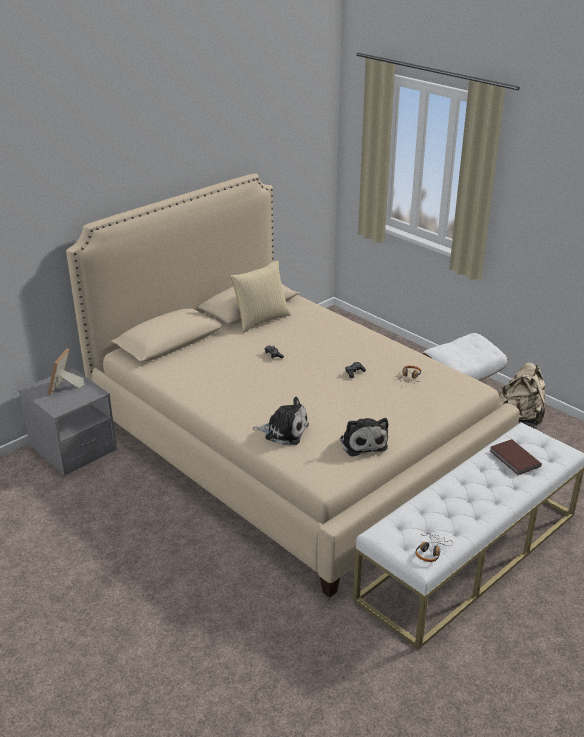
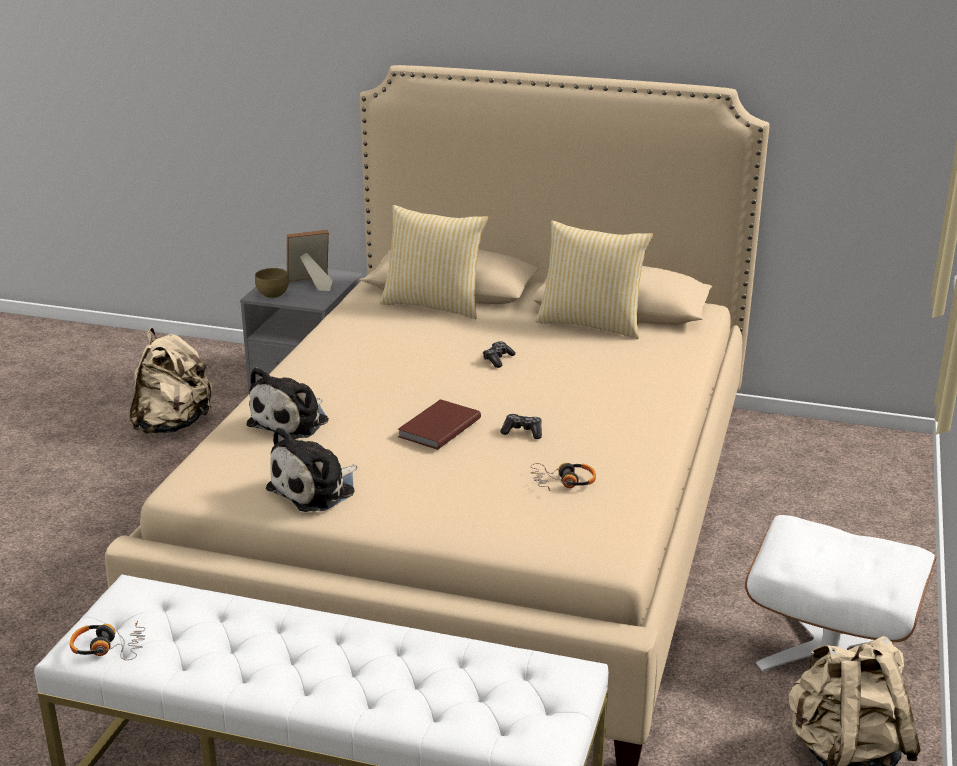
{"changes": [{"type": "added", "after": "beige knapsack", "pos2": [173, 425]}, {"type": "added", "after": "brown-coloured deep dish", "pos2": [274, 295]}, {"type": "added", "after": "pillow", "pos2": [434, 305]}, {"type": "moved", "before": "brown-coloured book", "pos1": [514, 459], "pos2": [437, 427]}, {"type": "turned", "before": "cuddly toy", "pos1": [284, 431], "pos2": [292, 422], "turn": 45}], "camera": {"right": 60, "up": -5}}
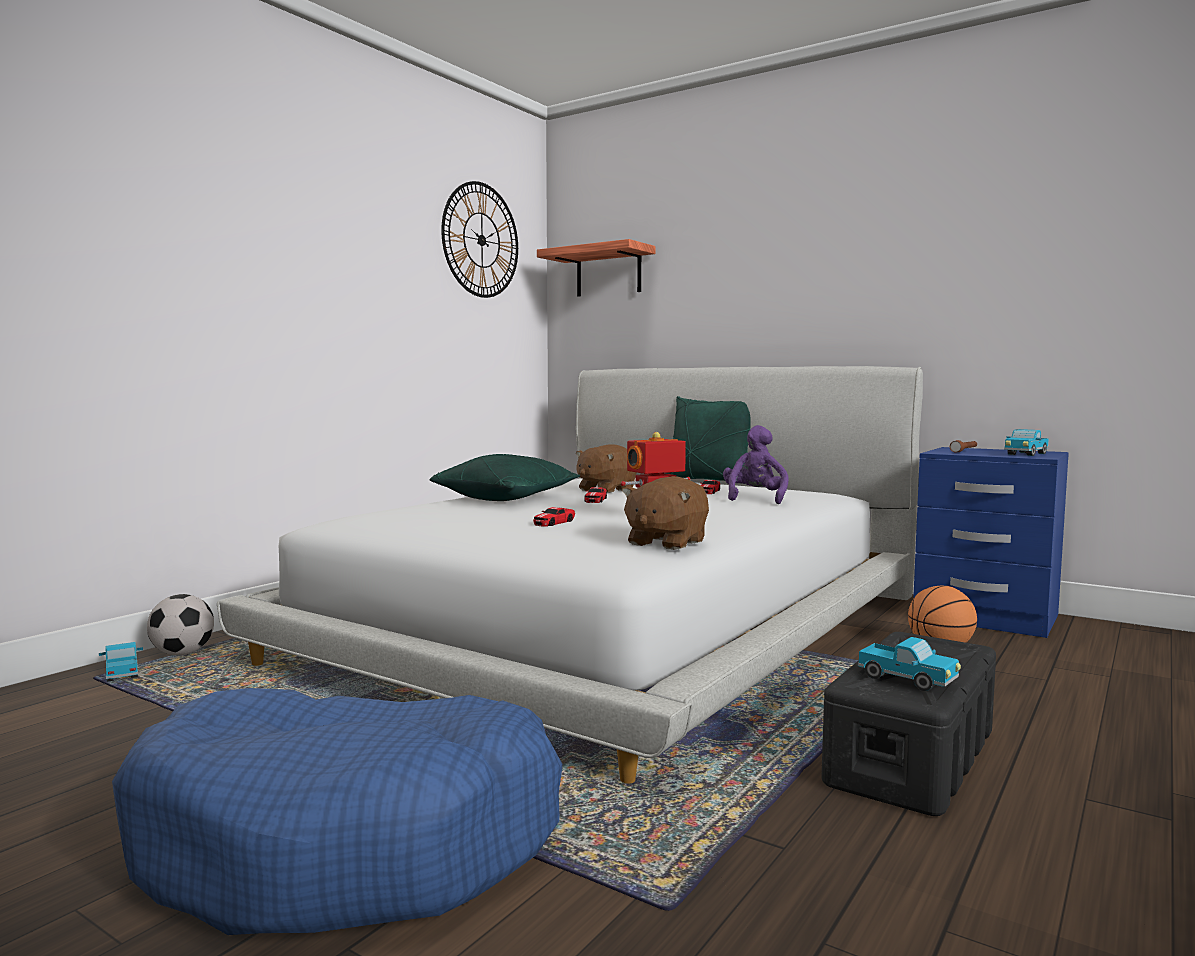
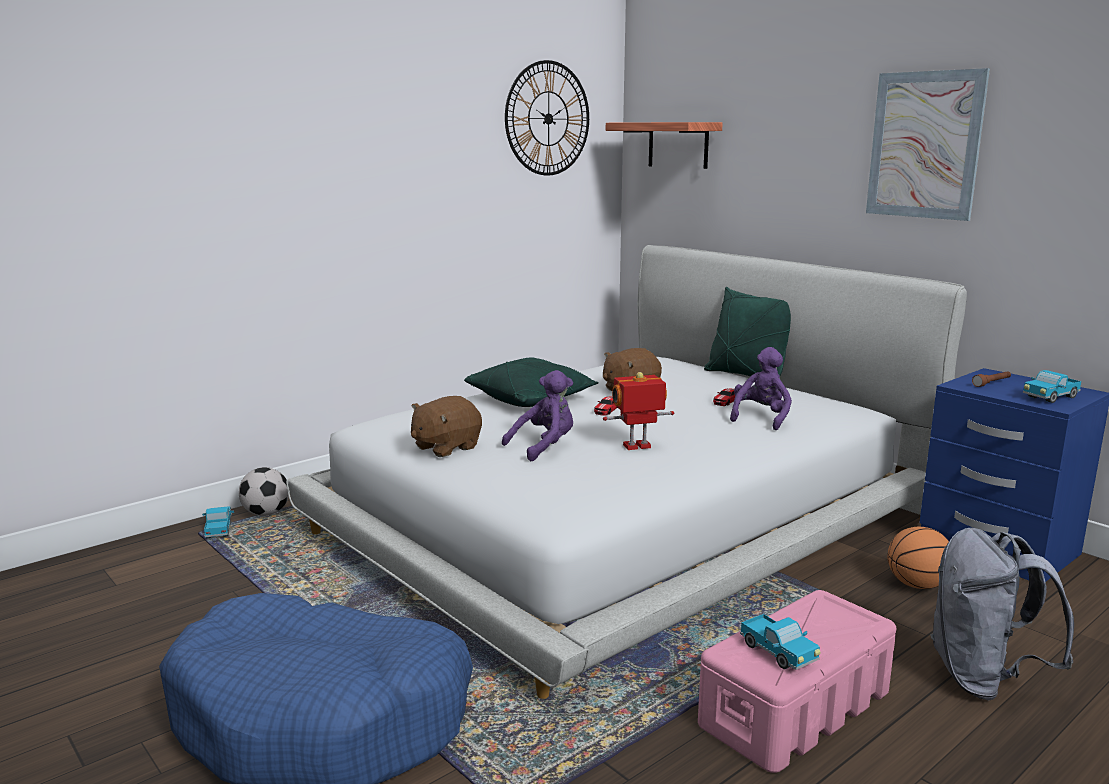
{"changes": [{"type": "added", "after": "wall art", "pos2": [924, 145]}, {"type": "added", "after": "gray knapsack", "pos2": [983, 679]}, {"type": "moved", "before": "brown-coloured cuddly toy", "pos1": [665, 543], "pos2": [445, 447]}, {"type": "replaced", "before": "model car", "after": "purplish cuddly toy", "pos1": [554, 522], "pos2": [544, 447]}, {"type": "recoloured", "before": "black storage container", "after": "pinkish storage container", "pos1": [912, 756], "pos2": [796, 708]}], "camera": {"right": 15, "up": 10}}
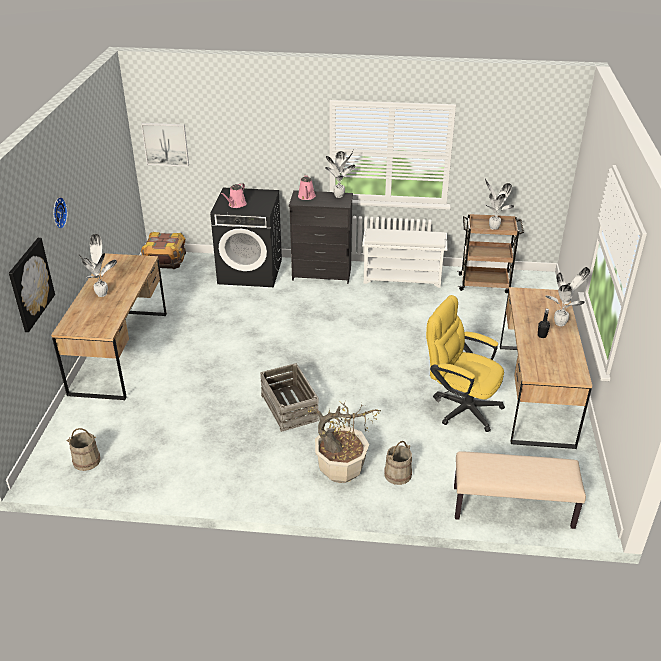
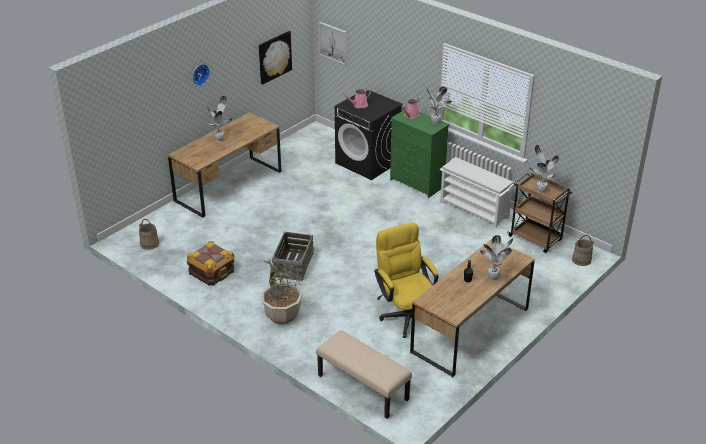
{"changes": [{"type": "moved", "before": "wall art", "pos1": [30, 284], "pos2": [274, 57]}, {"type": "moved", "before": "shipping crate", "pos1": [165, 260], "pos2": [211, 272]}, {"type": "moved", "before": "beige bucket", "pos1": [398, 474], "pos2": [581, 260]}, {"type": "recoloured", "before": "black chest of drawers", "after": "green-coloured chest of drawers", "pos1": [322, 274], "pos2": [417, 183]}], "camera": {"right": 35, "up": 0}}
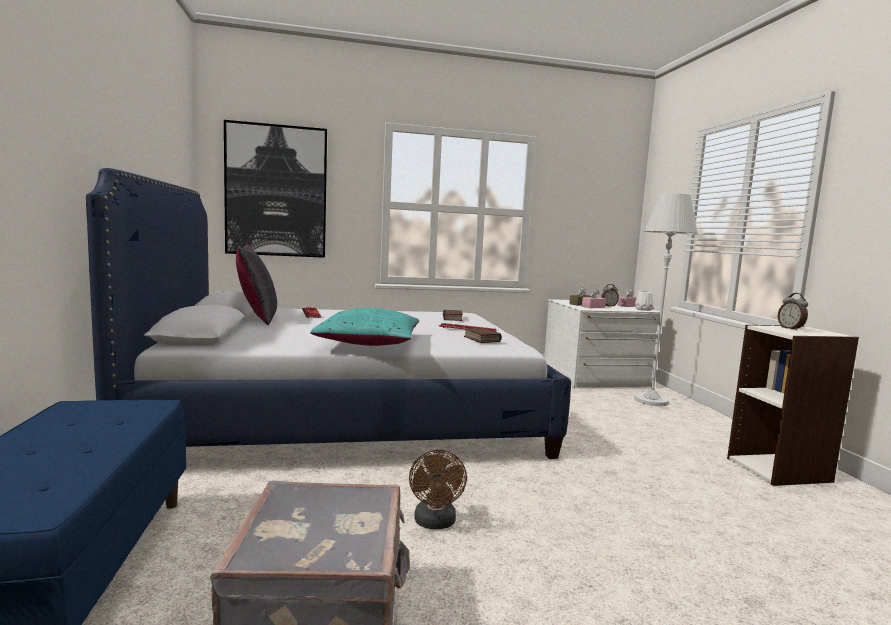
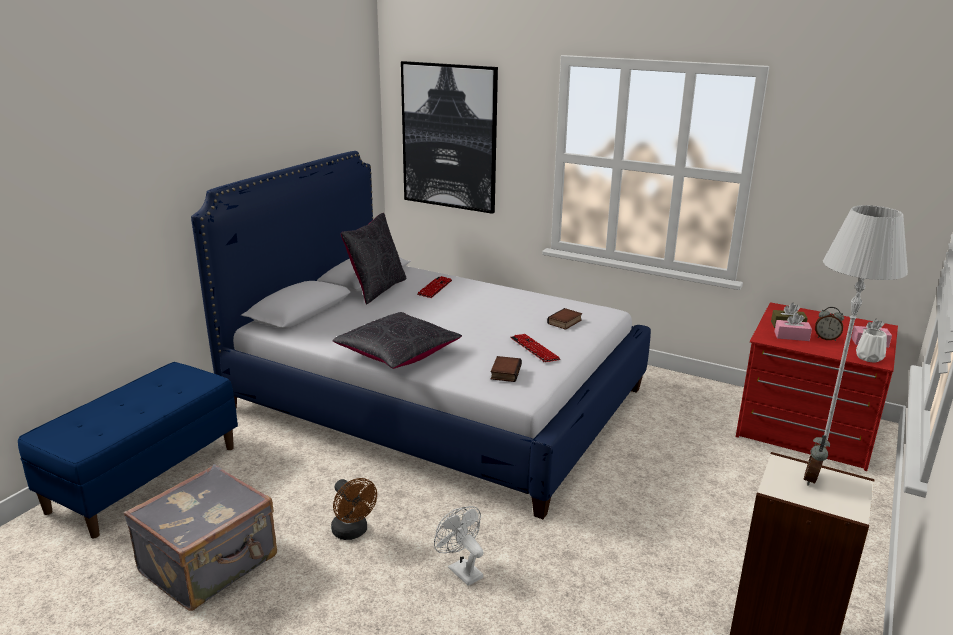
{"changes": [{"type": "added", "after": "white-coloured fan", "pos2": [461, 570]}, {"type": "recoloured", "before": "turquoise pillow", "after": "black pillow", "pos1": [369, 343], "pos2": [398, 353]}, {"type": "recoloured", "before": "white-coloured chest of drawers", "after": "red chest of drawers", "pos1": [596, 377], "pos2": [805, 429]}, {"type": "turned", "before": "brown-coloured fan", "pos1": [435, 523], "pos2": [352, 532], "turn": -75}], "camera": {"right": 40, "up": 15}}
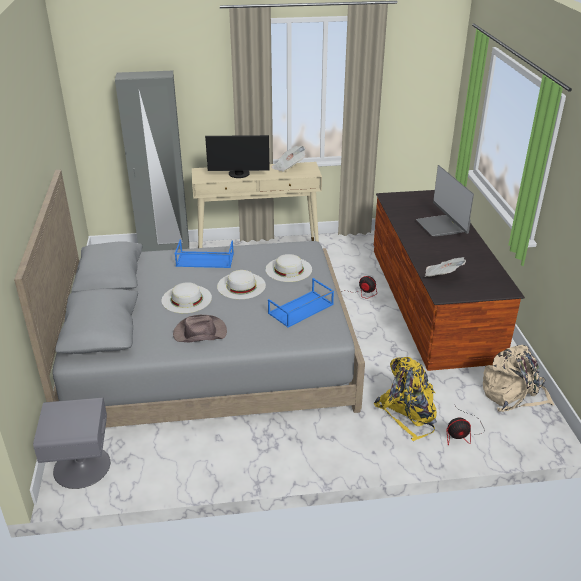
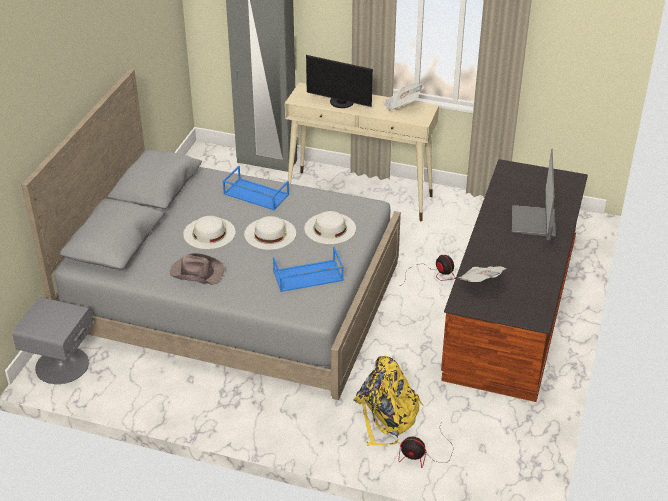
{"changes": [{"type": "removed", "before": "beige knapsack", "pos1": [513, 394]}], "camera": {"right": 25, "up": 5}}
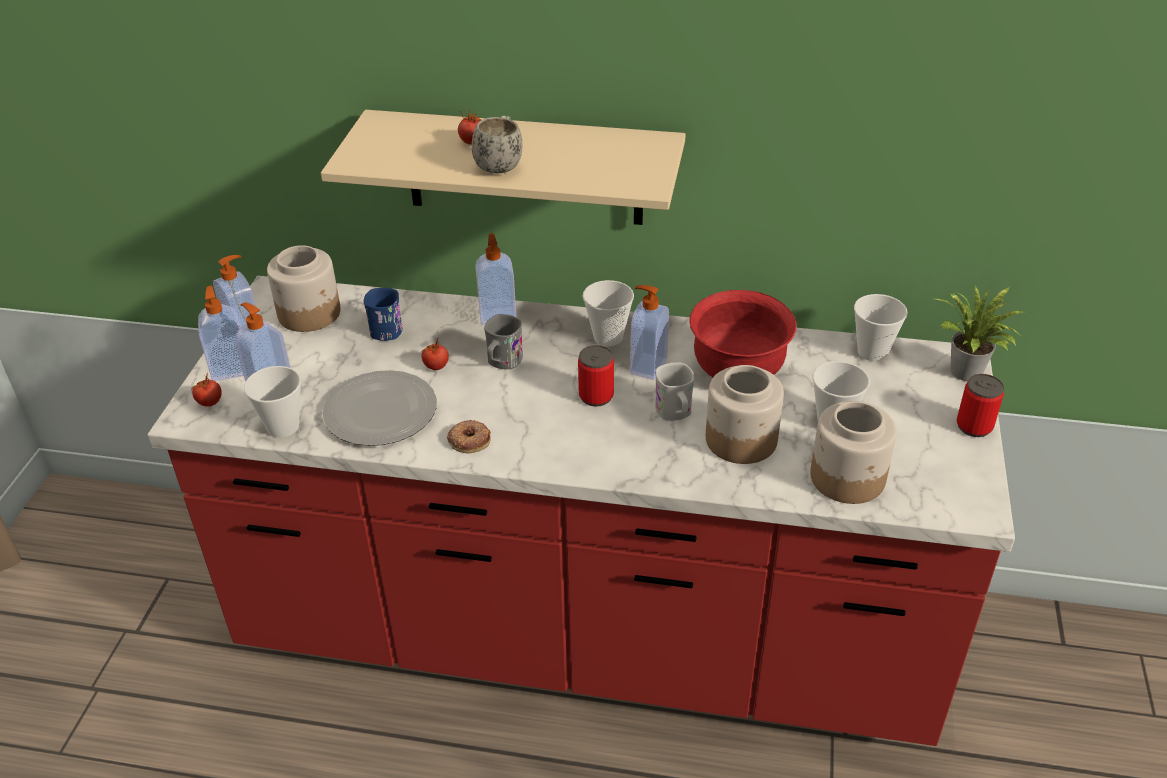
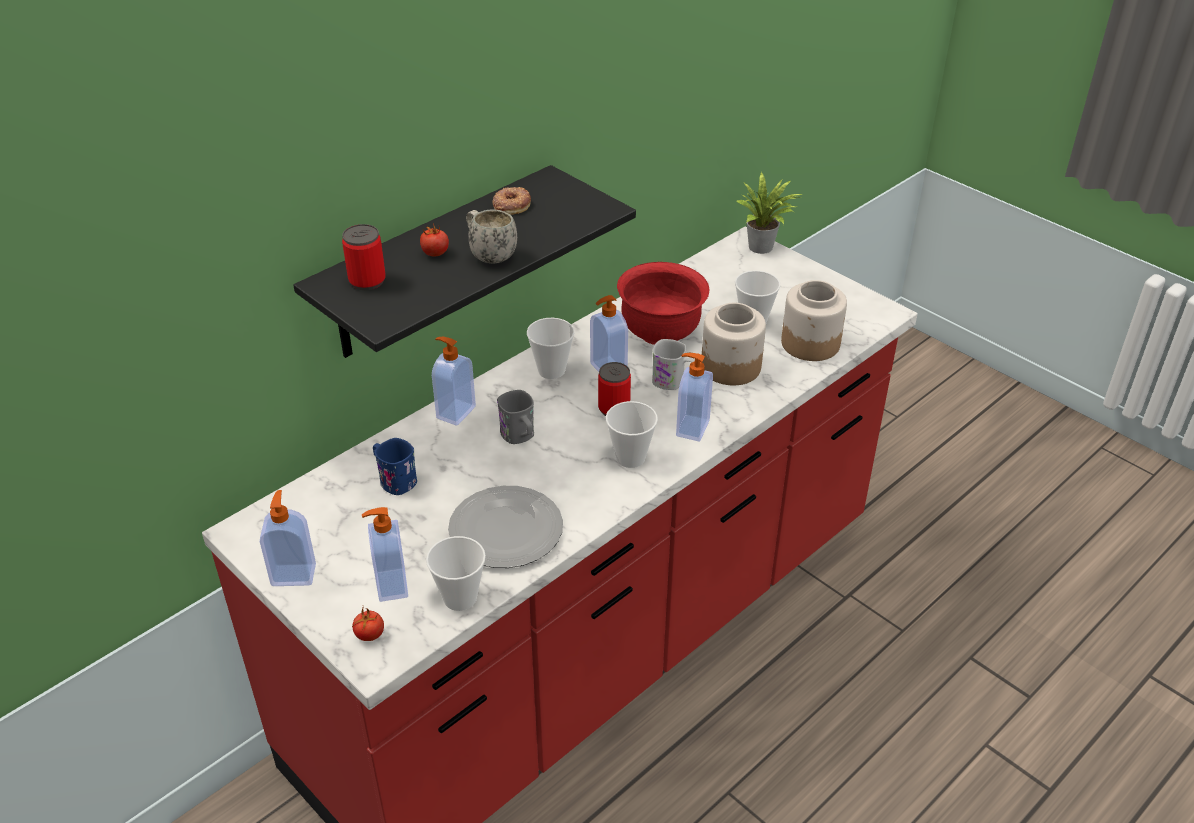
{"changes": [{"type": "removed", "before": "preserve jar", "pos1": [310, 313]}, {"type": "removed", "before": "tomato", "pos1": [436, 366]}, {"type": "moved", "before": "liquid soap bottle", "pos1": [231, 369], "pos2": [691, 428]}, {"type": "moved", "before": "donut", "pos1": [469, 440], "pos2": [511, 205]}, {"type": "moved", "before": "cup", "pos1": [872, 352], "pos2": [630, 458]}, {"type": "moved", "before": "can", "pos1": [974, 426], "pos2": [367, 281]}, {"type": "recoloured", "before": "beige shelf", "after": "black shelf", "pos1": [524, 168], "pos2": [435, 264]}], "camera": {"right": -55, "up": 0}}
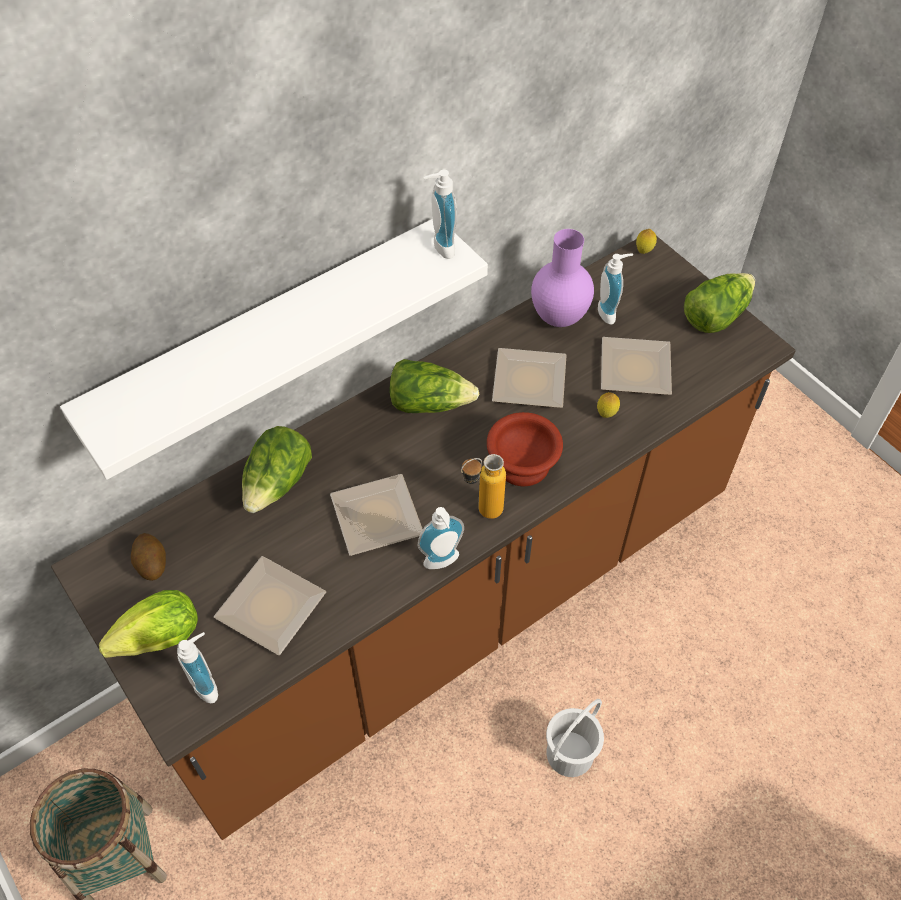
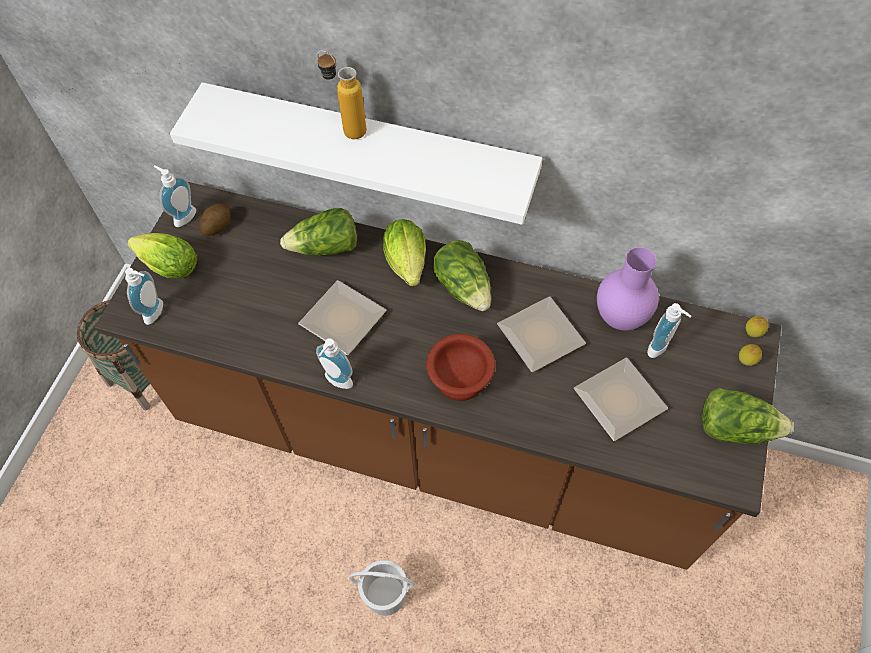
{"changes": [{"type": "removed", "before": "flat dish", "pos1": [270, 604]}, {"type": "added", "after": "lettuce", "pos2": [407, 266]}, {"type": "moved", "before": "liquid soap bottle", "pos1": [439, 247], "pos2": [183, 216]}, {"type": "moved", "before": "bottle", "pos1": [481, 513], "pos2": [346, 128]}, {"type": "moved", "before": "lemon", "pos1": [606, 414], "pos2": [745, 362]}], "camera": {"right": 55, "up": 5}}
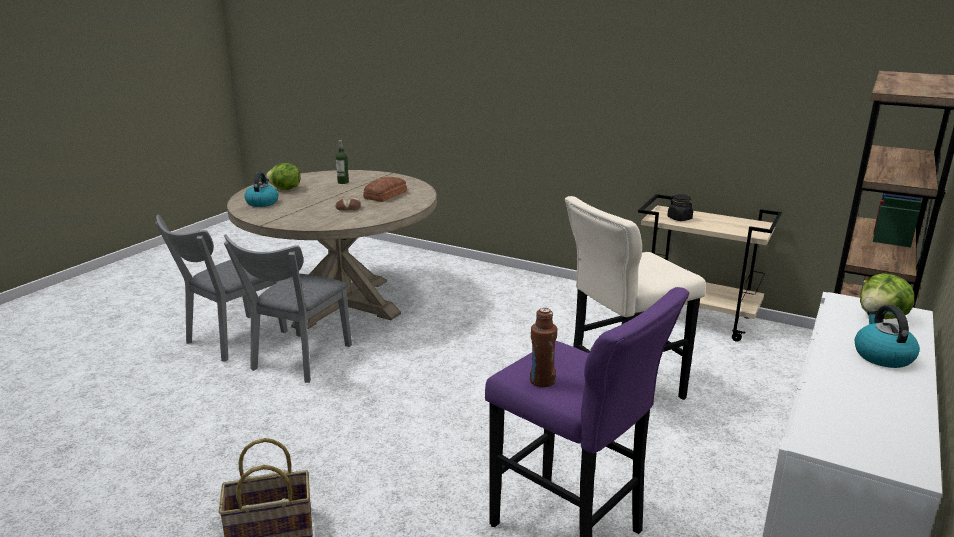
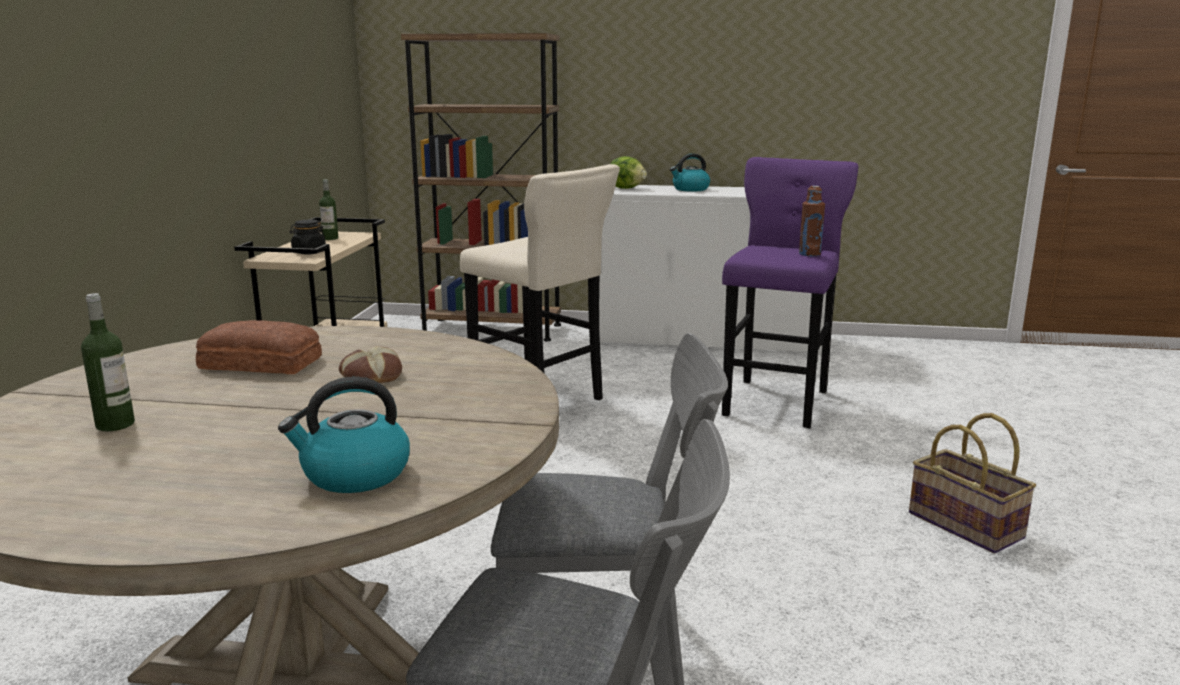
{"changes": [{"type": "removed", "before": "lettuce", "pos1": [285, 189]}, {"type": "added", "after": "bottle", "pos2": [330, 238]}], "camera": {"right": -110, "up": -5}}
